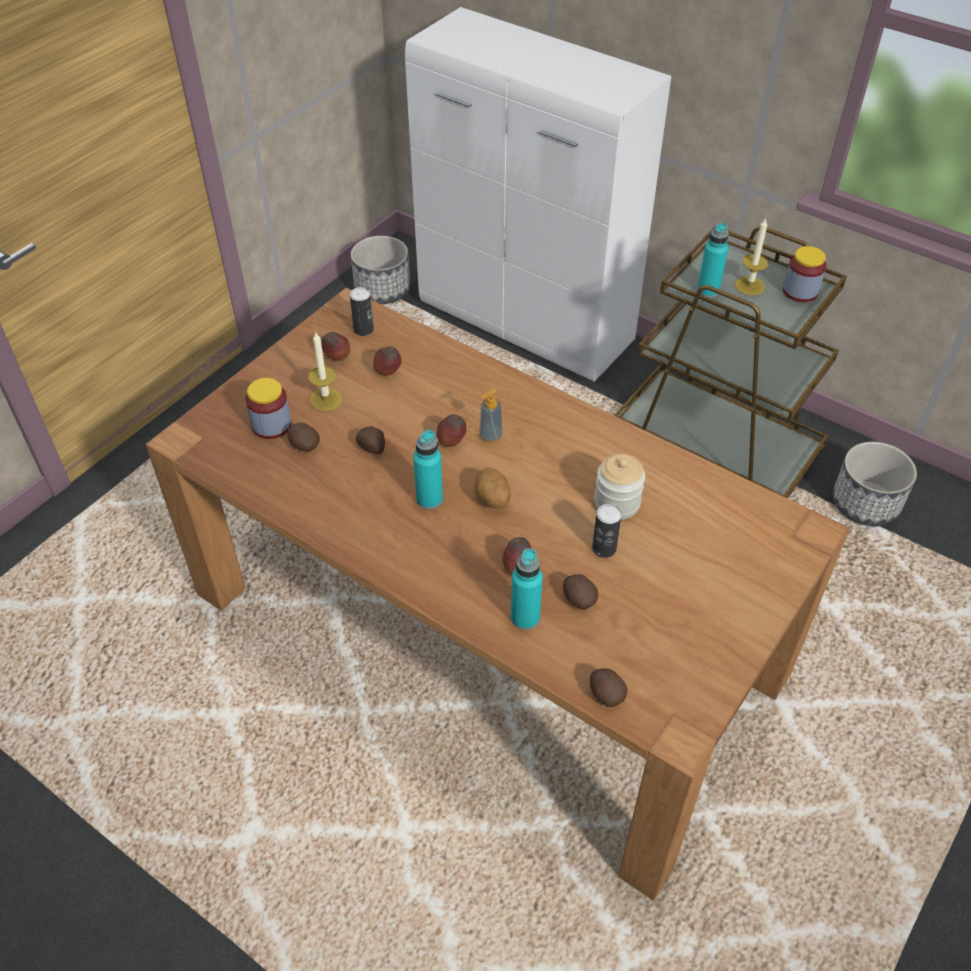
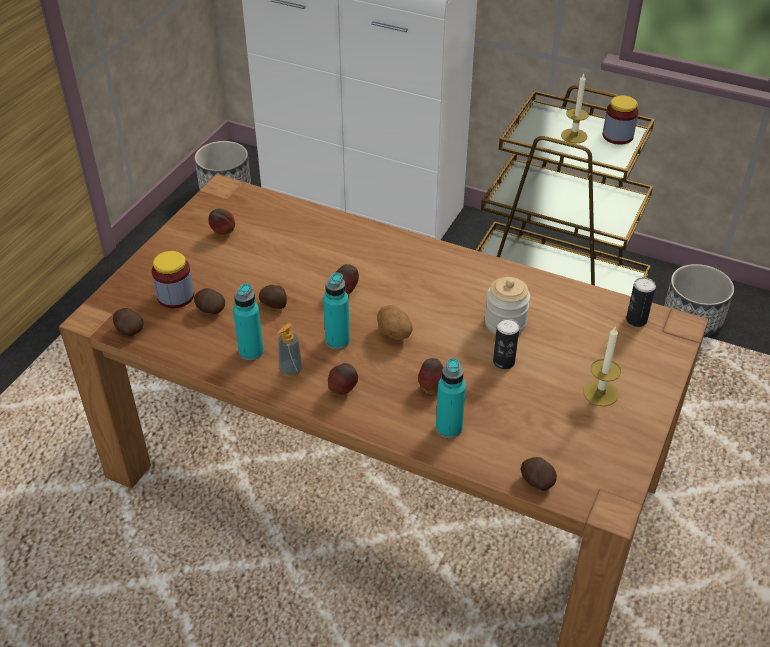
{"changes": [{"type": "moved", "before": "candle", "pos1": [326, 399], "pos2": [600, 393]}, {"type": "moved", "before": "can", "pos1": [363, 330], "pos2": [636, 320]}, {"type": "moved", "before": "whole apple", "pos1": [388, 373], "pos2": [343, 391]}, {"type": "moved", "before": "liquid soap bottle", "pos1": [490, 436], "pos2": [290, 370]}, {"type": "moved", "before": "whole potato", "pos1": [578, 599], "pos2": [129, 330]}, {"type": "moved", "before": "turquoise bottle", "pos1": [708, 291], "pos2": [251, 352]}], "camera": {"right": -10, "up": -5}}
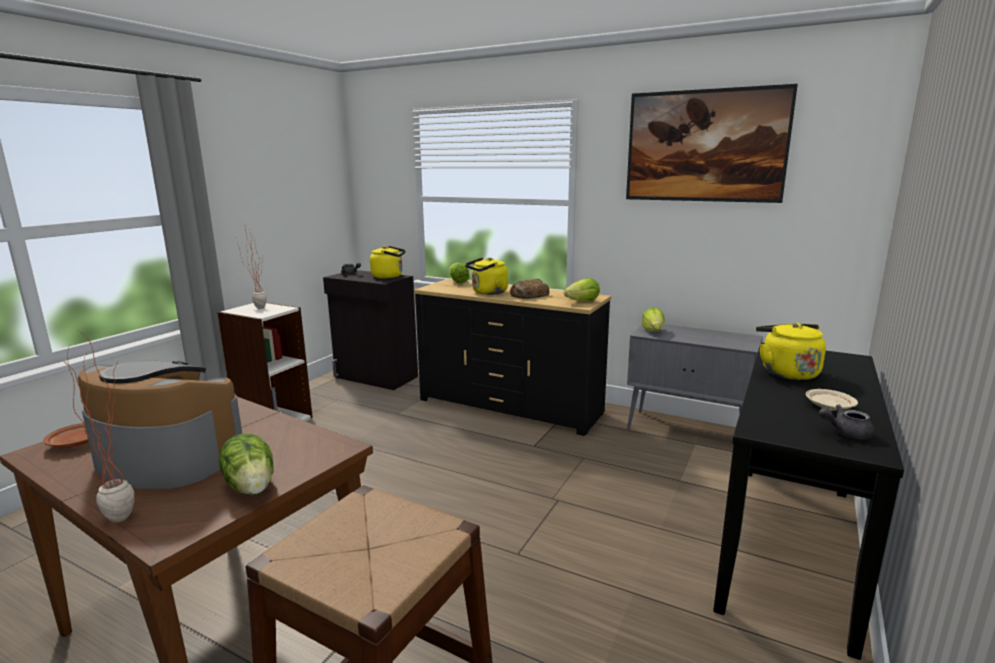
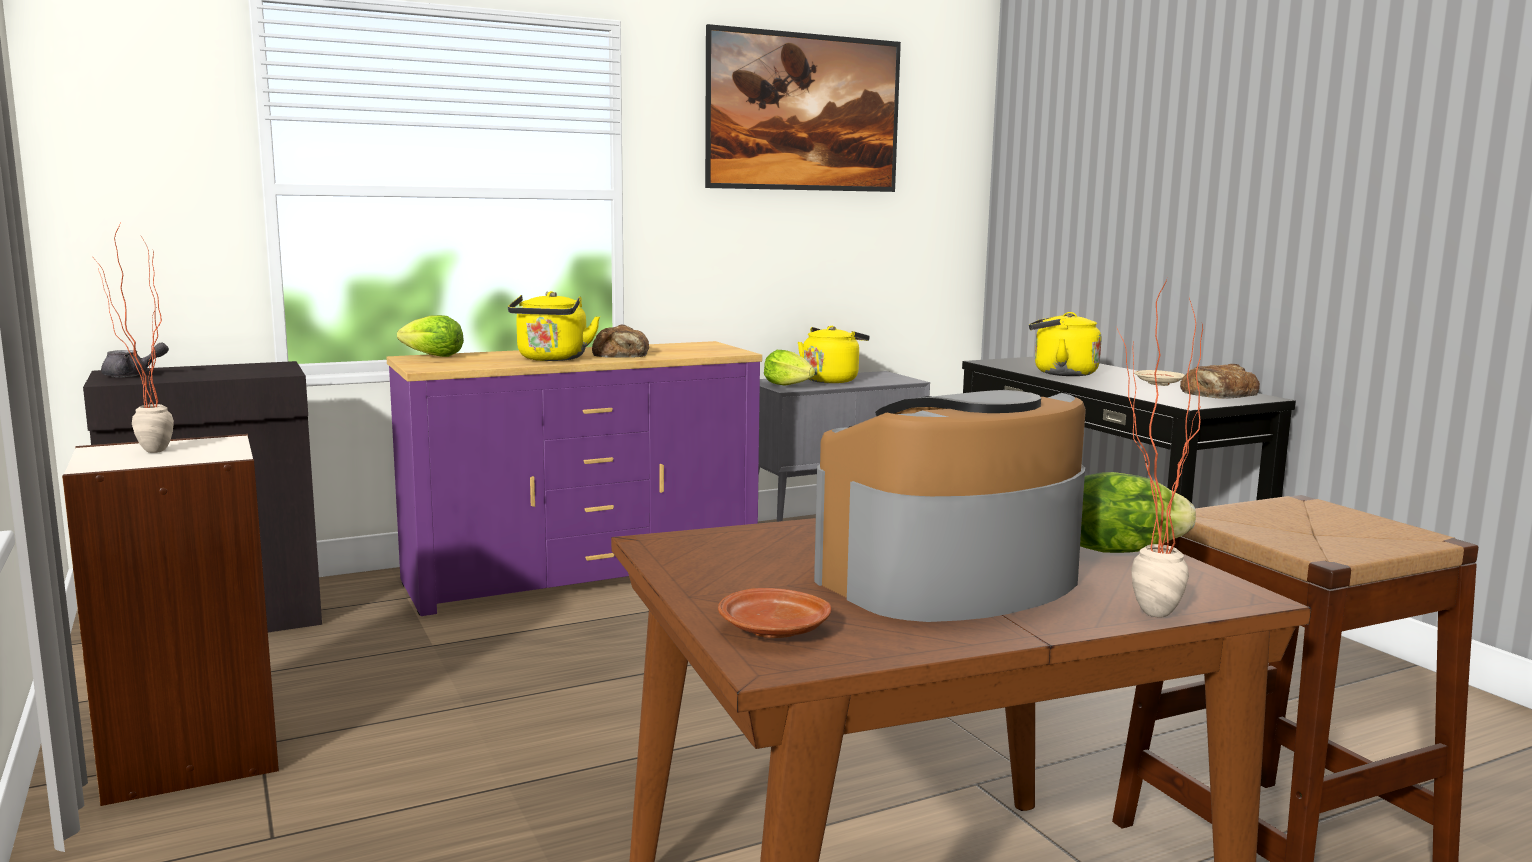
{"changes": [{"type": "removed", "before": "lettuce", "pos1": [583, 301]}, {"type": "moved", "before": "yellow-coloured kettle", "pos1": [389, 276], "pos2": [831, 380]}, {"type": "replaced", "before": "gray tea pot", "after": "baked bread", "pos1": [845, 433], "pos2": [1218, 393]}, {"type": "recoloured", "before": "black chest of drawers", "after": "purplish chest of drawers", "pos1": [510, 406], "pos2": [582, 574]}], "camera": {"right": -55, "up": -5}}
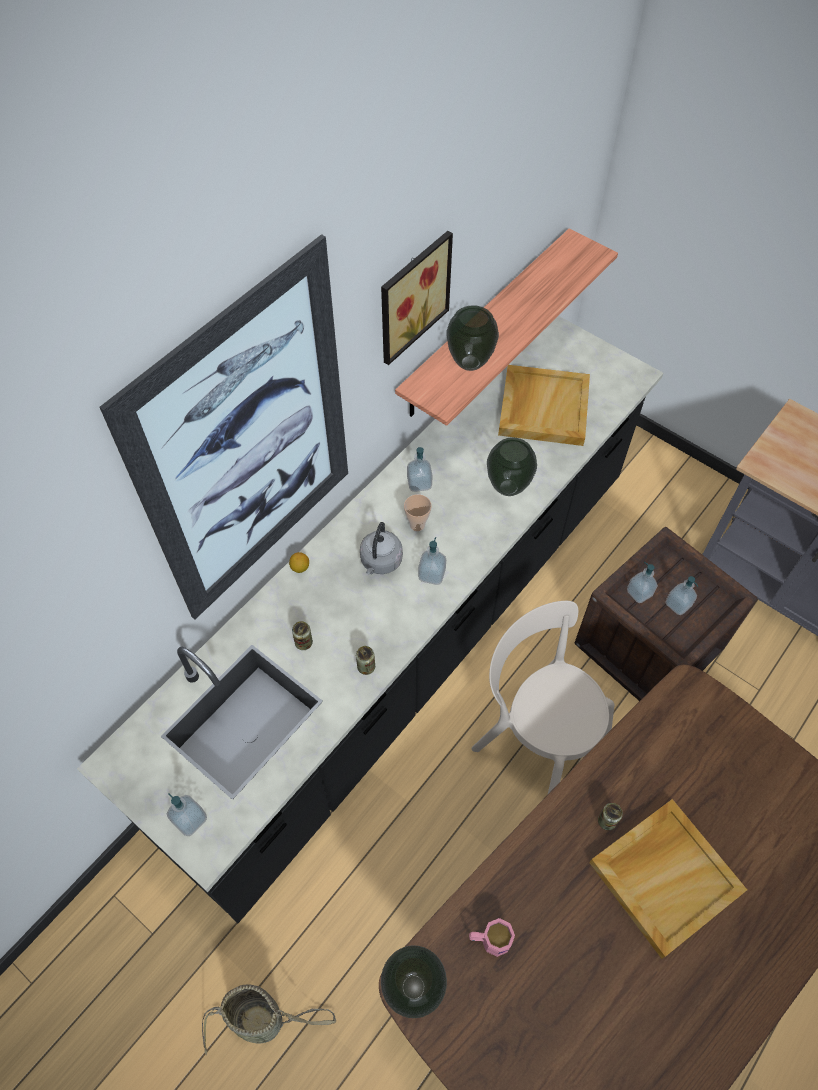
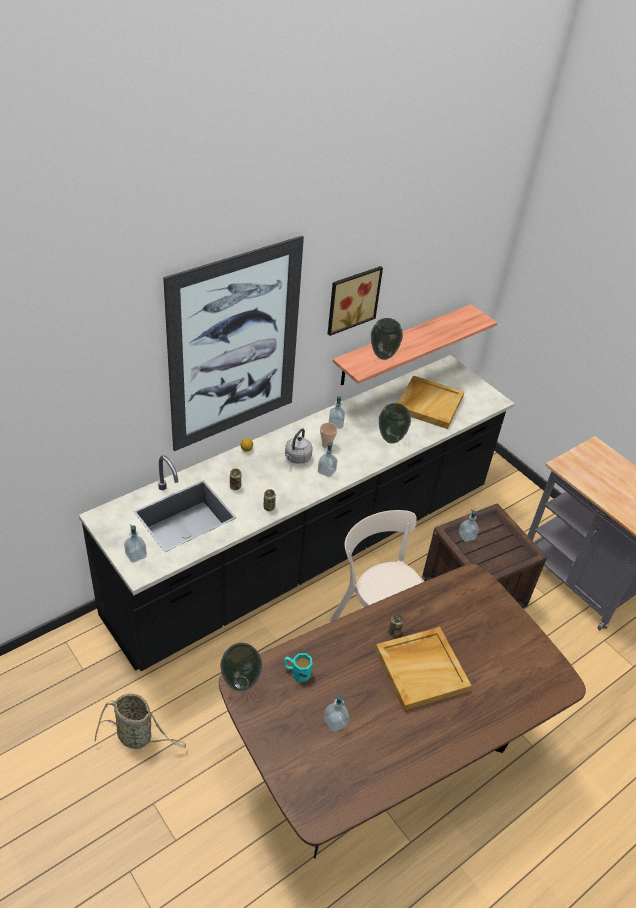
{"changes": [{"type": "moved", "before": "liquid soap bottle", "pos1": [678, 604], "pos2": [335, 722]}, {"type": "recoloured", "before": "pinkish coffee mug", "after": "turquoise coffee mug", "pos1": [489, 940], "pos2": [297, 672]}], "camera": {"right": 10, "up": -15}}
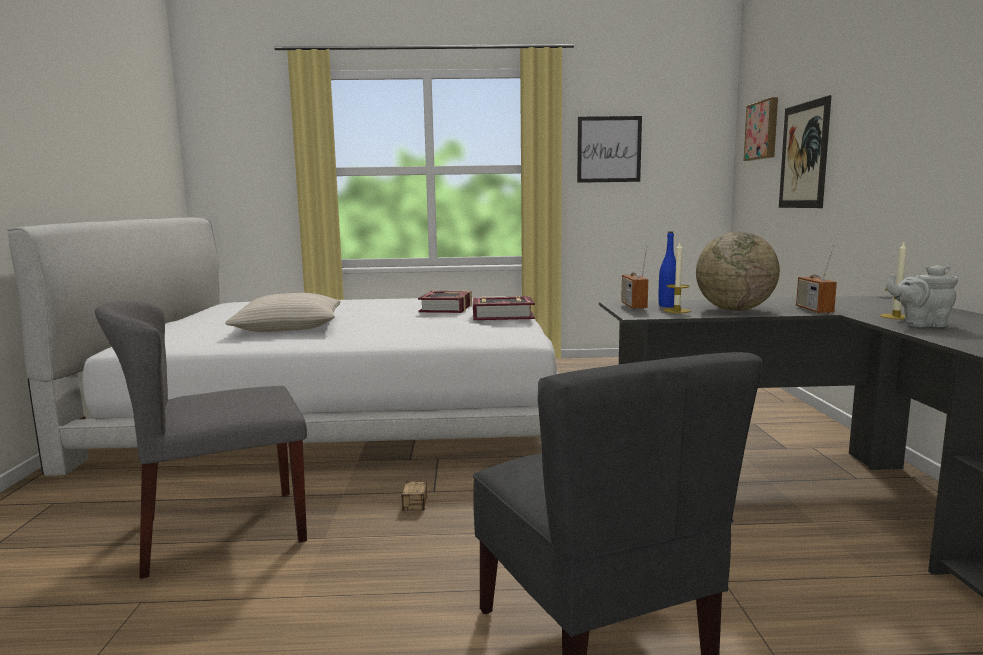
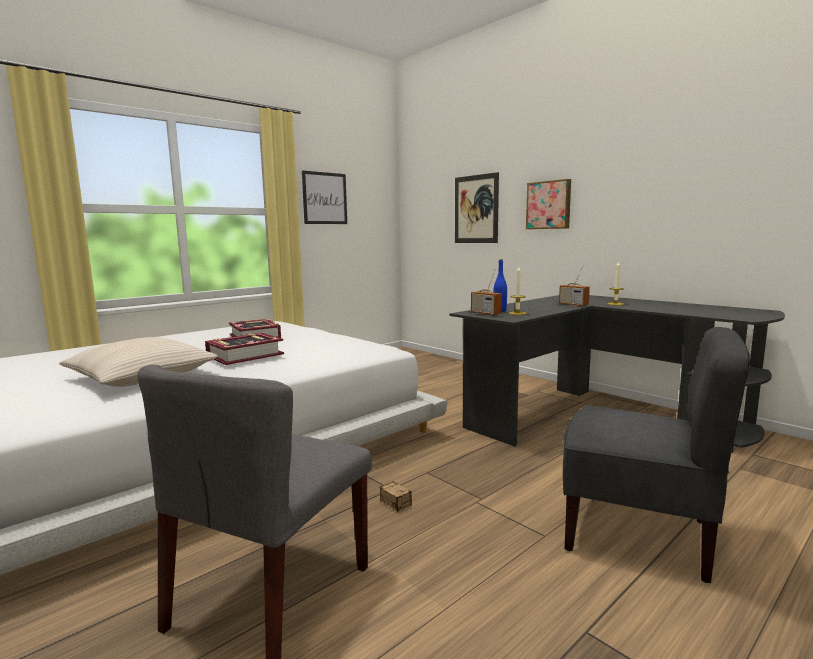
{"changes": [{"type": "removed", "before": "desk globe", "pos1": [734, 309]}, {"type": "removed", "before": "gray tea pot", "pos1": [920, 324]}, {"type": "moved", "before": "book", "pos1": [502, 315], "pos2": [245, 355]}, {"type": "moved", "before": "wall art", "pos1": [763, 130], "pos2": [549, 205]}], "camera": {"right": -40, "up": 0}}
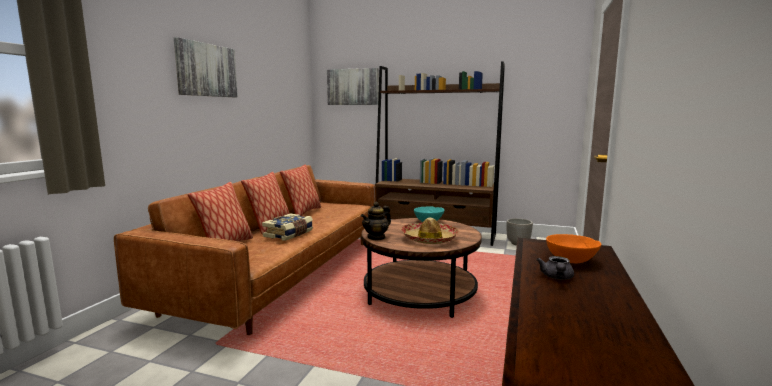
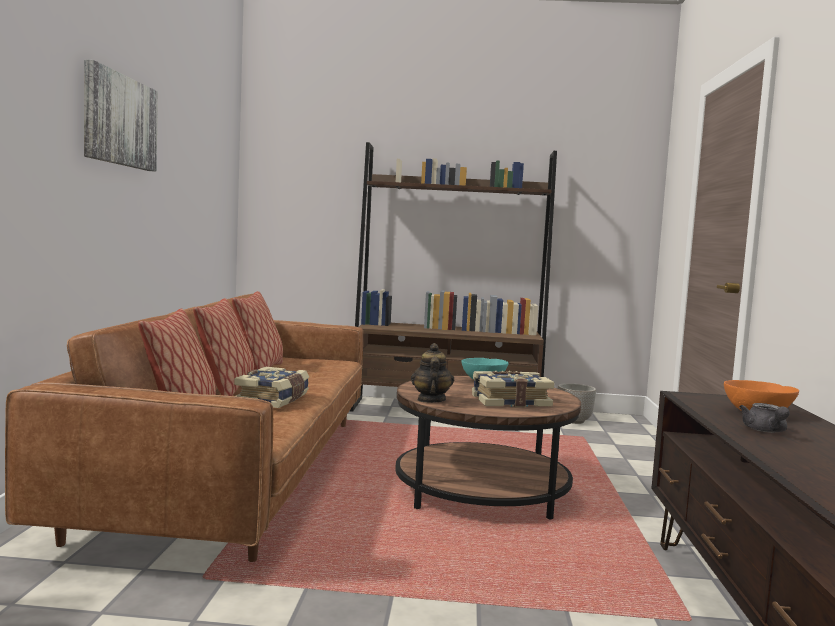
{"changes": [{"type": "removed", "before": "wall art", "pos1": [353, 87]}, {"type": "replaced", "before": "wearable hat", "after": "book", "pos1": [429, 239], "pos2": [510, 401]}, {"type": "turned", "before": "tea pot", "pos1": [376, 237], "pos2": [430, 400], "turn": 150}], "camera": {"right": -15, "up": -5}}
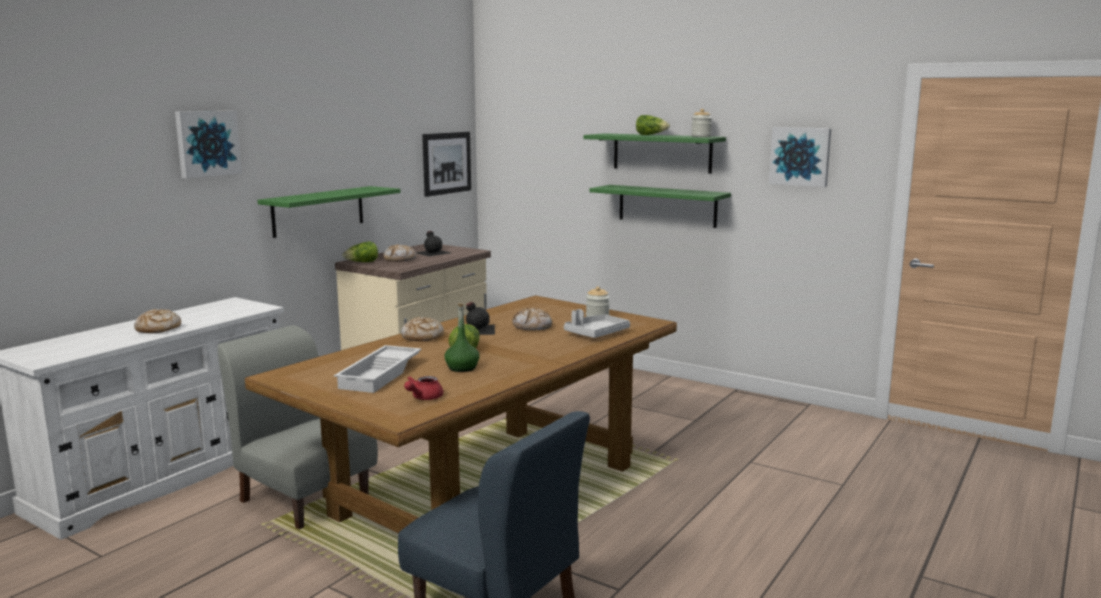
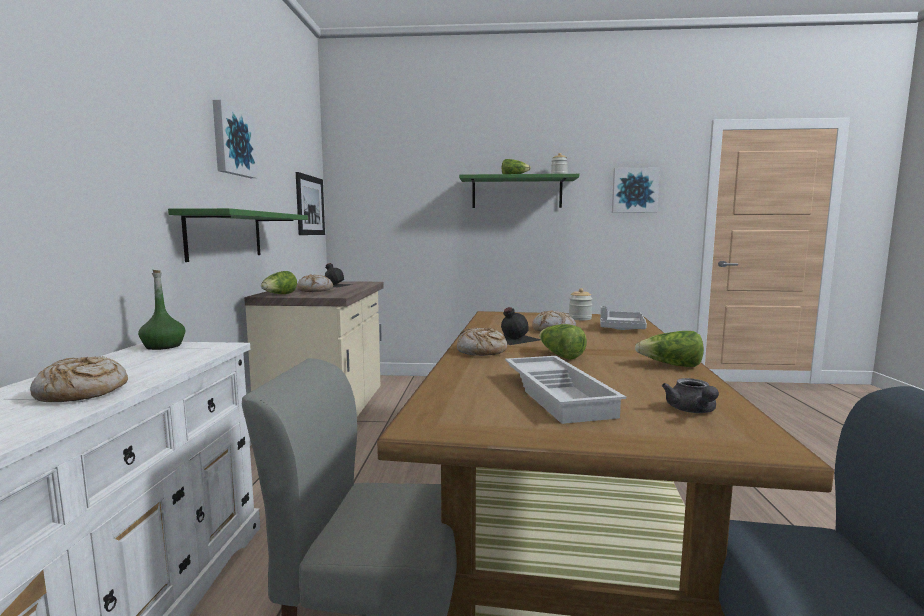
{"changes": [{"type": "removed", "before": "green-coloured shelf", "pos1": [667, 206]}, {"type": "added", "after": "lettuce", "pos2": [671, 366]}, {"type": "moved", "before": "wall art", "pos1": [207, 143], "pos2": [232, 142]}, {"type": "moved", "before": "green-coloured bottle", "pos1": [462, 368], "pos2": [163, 346]}, {"type": "recoloured", "before": "red tea pot", "after": "gray tea pot", "pos1": [423, 398], "pos2": [692, 411]}], "camera": {"right": -30, "up": -5}}
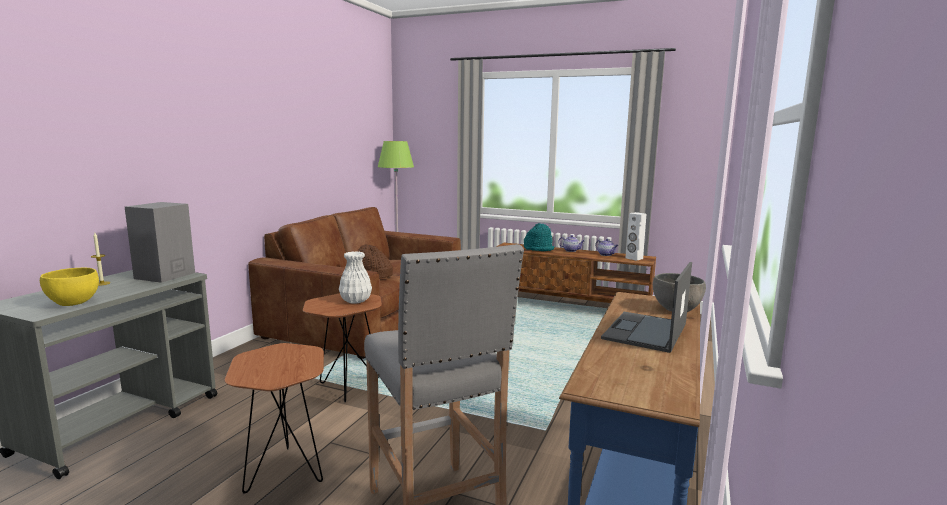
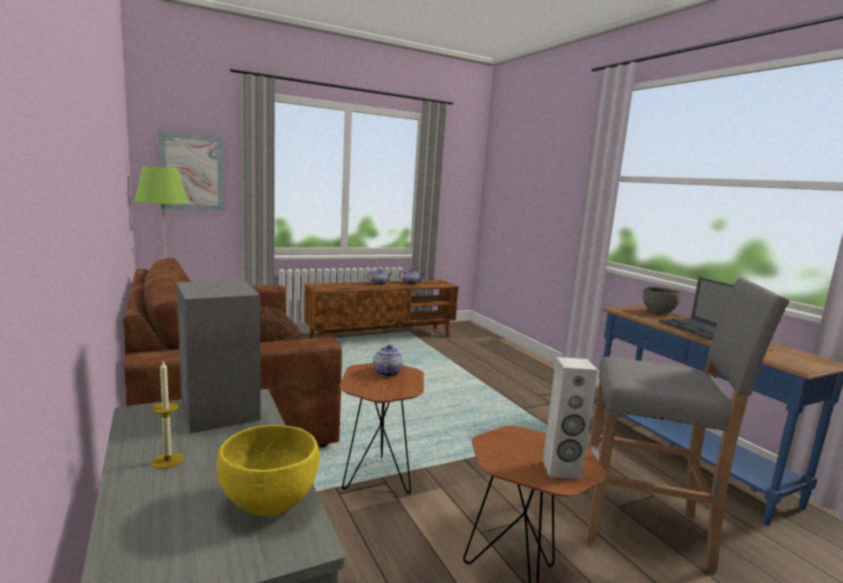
{"changes": [{"type": "removed", "before": "turquoise wearable hat", "pos1": [538, 249]}, {"type": "added", "after": "wall art", "pos2": [192, 172]}, {"type": "moved", "before": "white-coloured speaker", "pos1": [634, 258], "pos2": [561, 470]}, {"type": "replaced", "before": "white-coloured vase", "after": "tea pot", "pos1": [356, 300], "pos2": [387, 372]}], "camera": {"right": -50, "up": 0}}
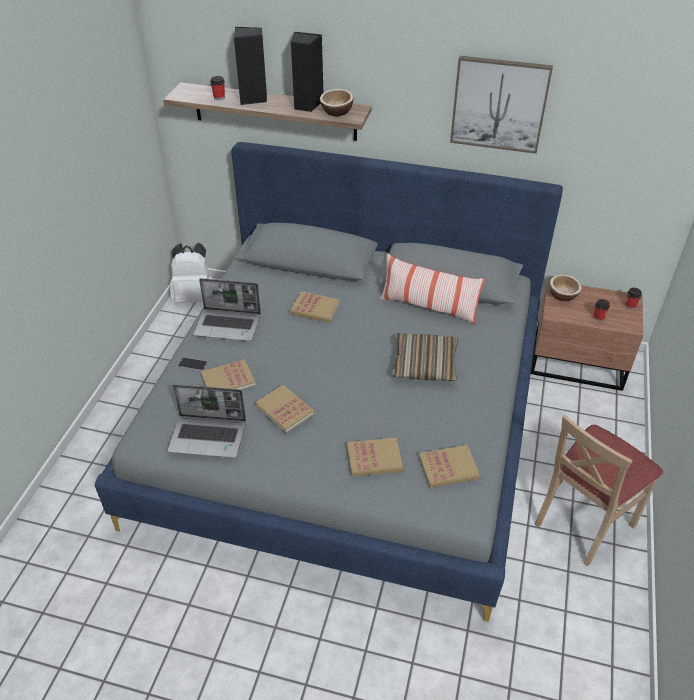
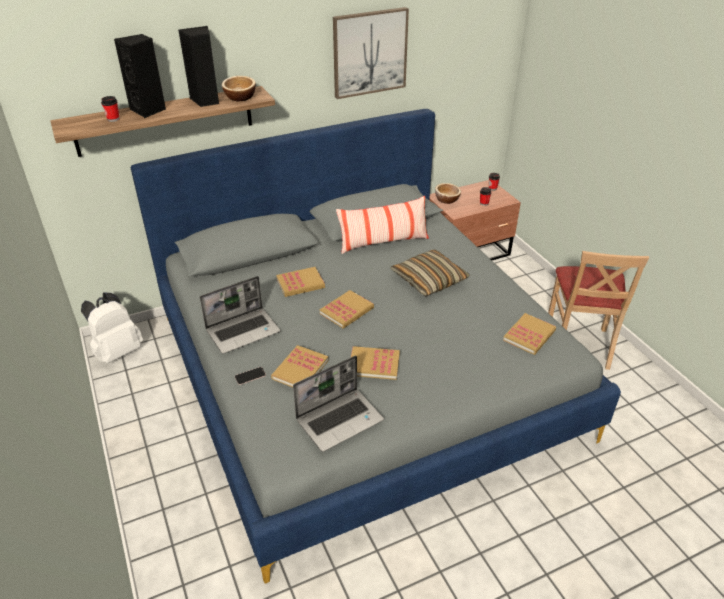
{"changes": [{"type": "moved", "before": "book", "pos1": [374, 459], "pos2": [347, 311]}], "camera": {"right": -40, "up": -5}}
